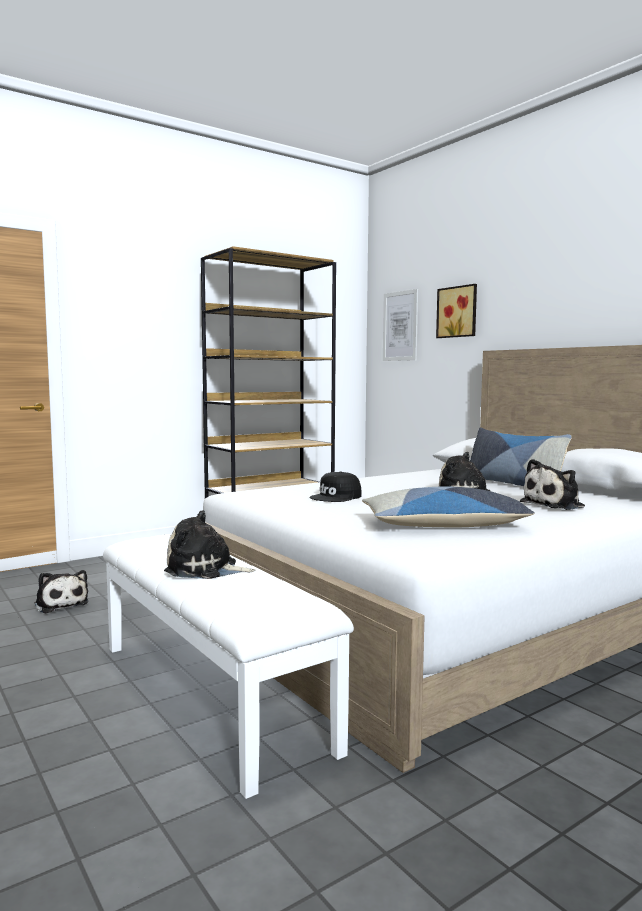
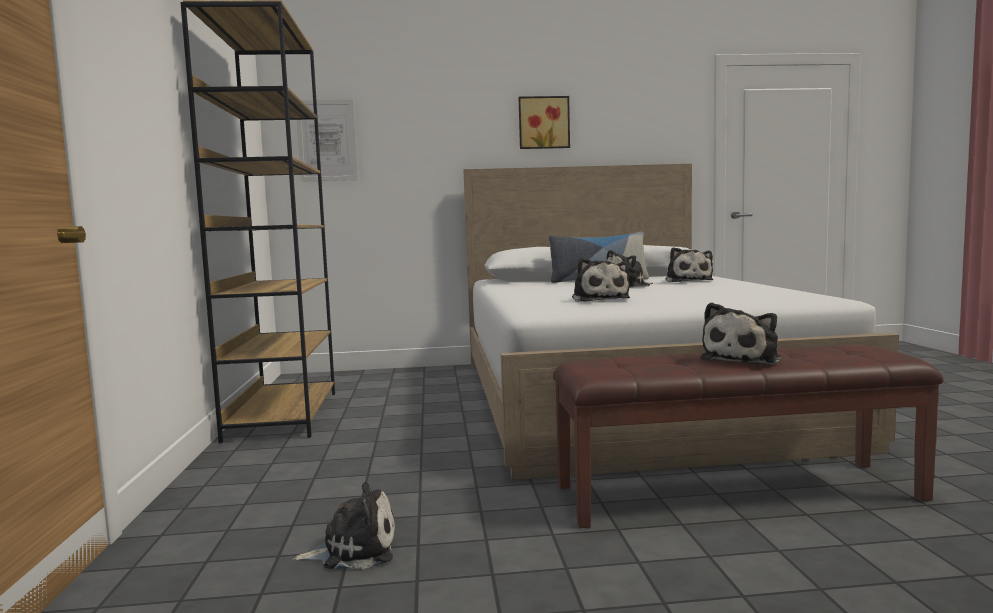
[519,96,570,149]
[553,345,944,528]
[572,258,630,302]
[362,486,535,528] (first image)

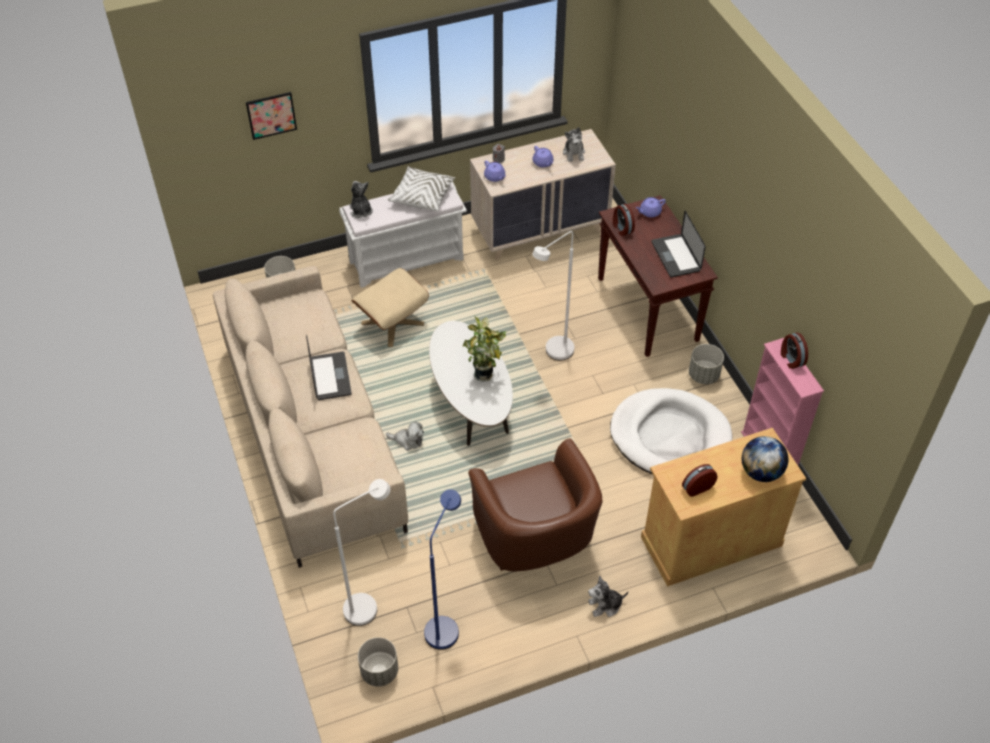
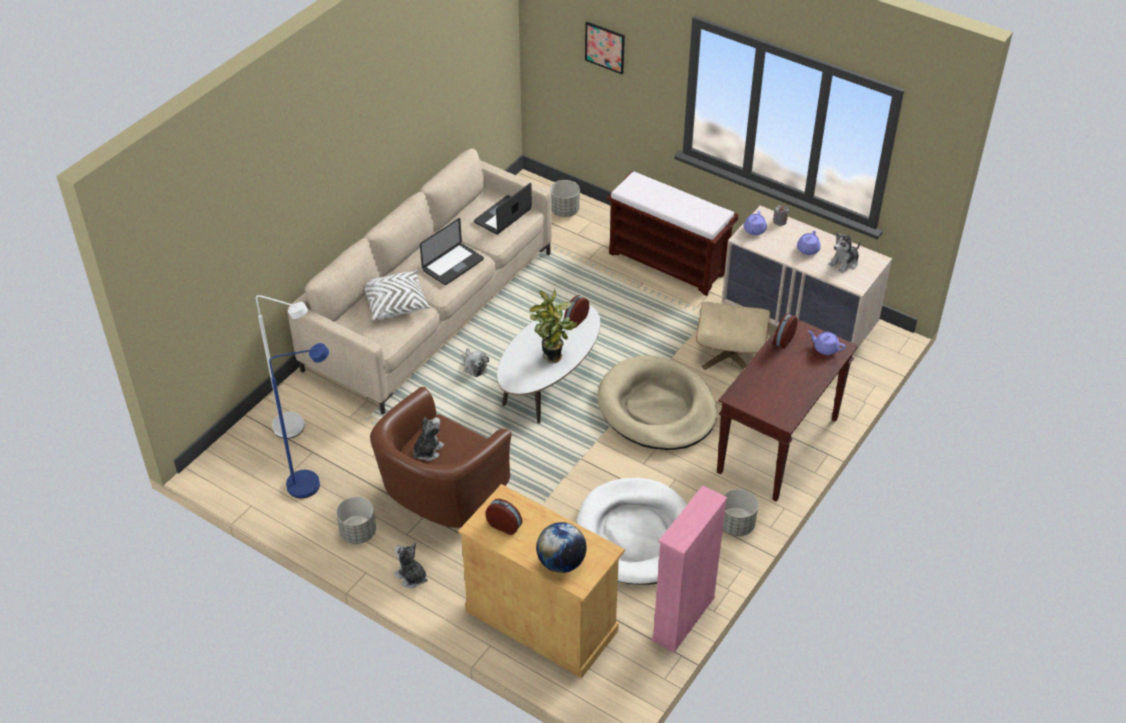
[336,497,376,544]
[365,270,430,320]
[413,417,444,461]
[474,182,532,235]
[564,295,589,328]
[597,355,717,450]
[607,171,738,296]
[696,302,770,370]

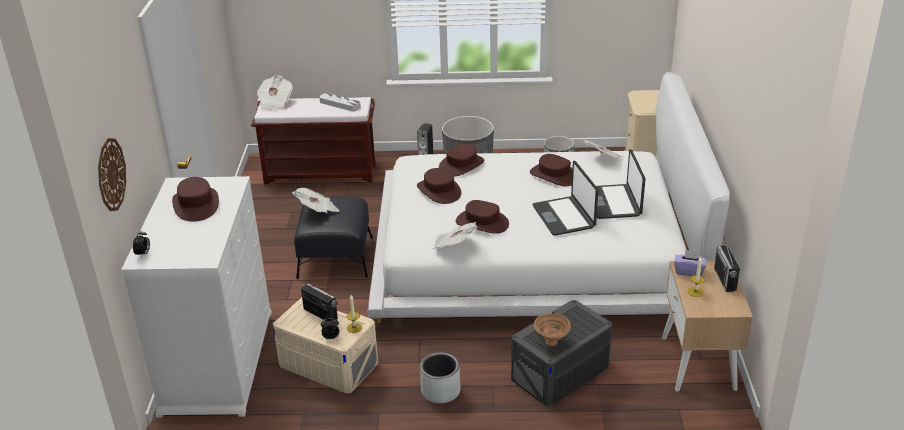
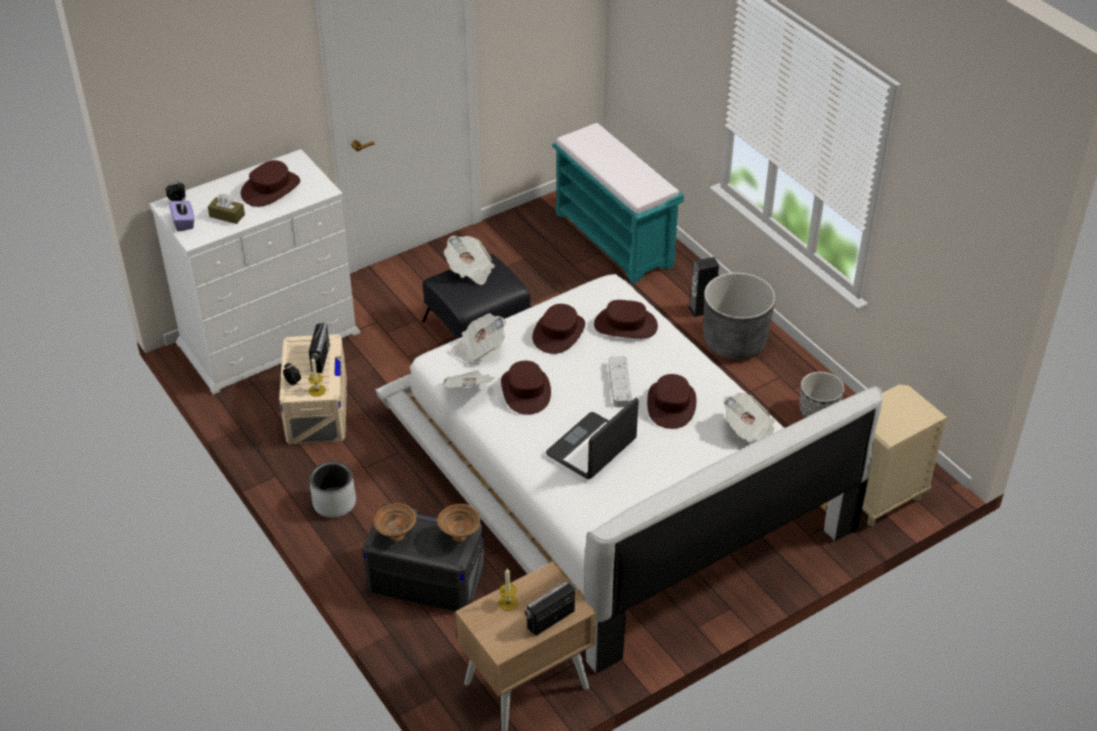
[169,199,195,232]
[208,193,245,224]
[437,504,481,542]
[451,313,506,365]
[552,123,684,285]
[609,356,632,407]
[98,138,126,211] (first image)
[596,149,646,219] (first image)

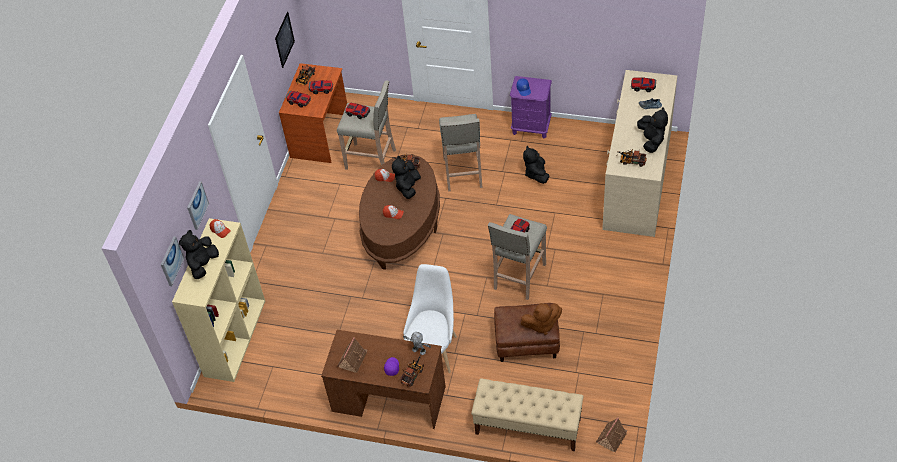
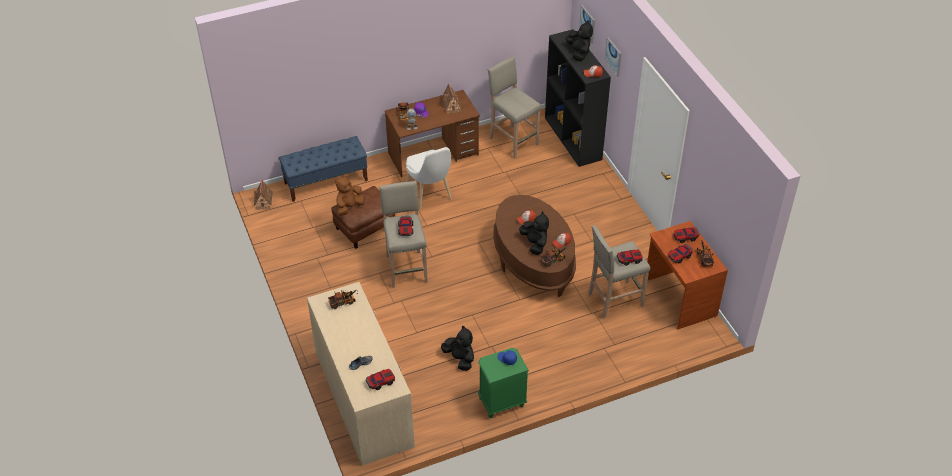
[279,136,368,202]
[478,348,529,418]
[488,56,541,159]
[545,29,611,167]
[275,12,295,68] (first image)
[637,107,668,153] (first image)

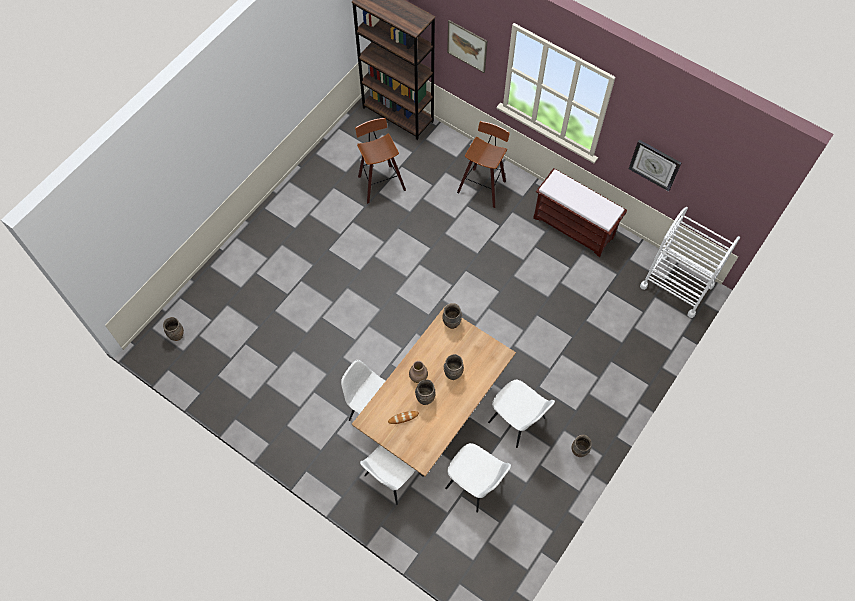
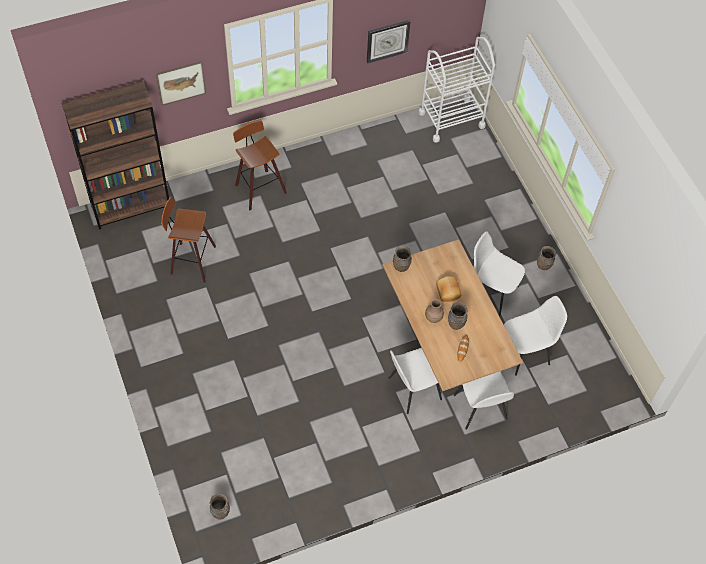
[436,276,462,302]
[474,231,525,316]
[533,168,627,257] (first image)

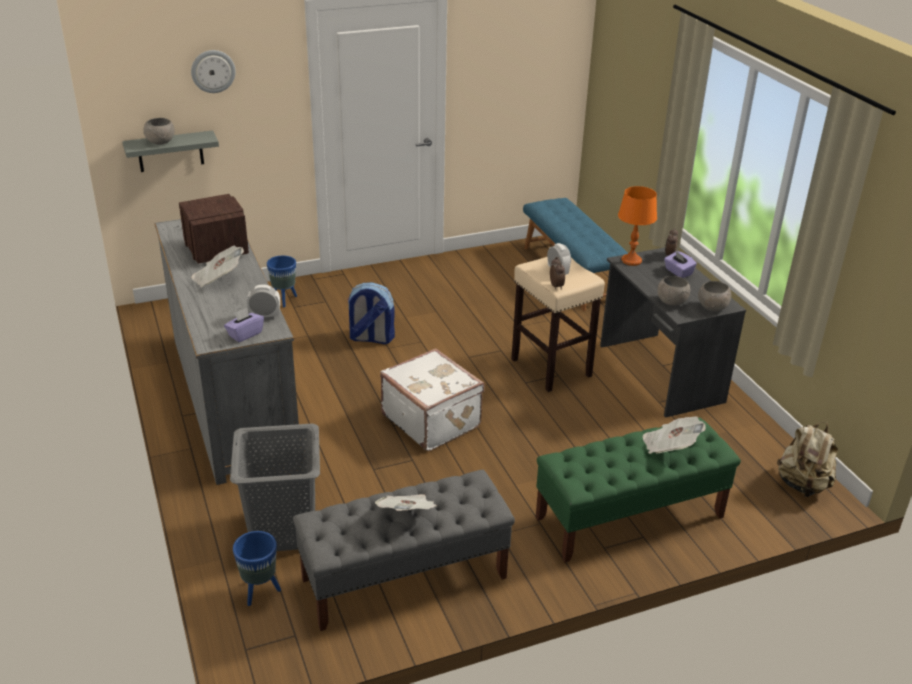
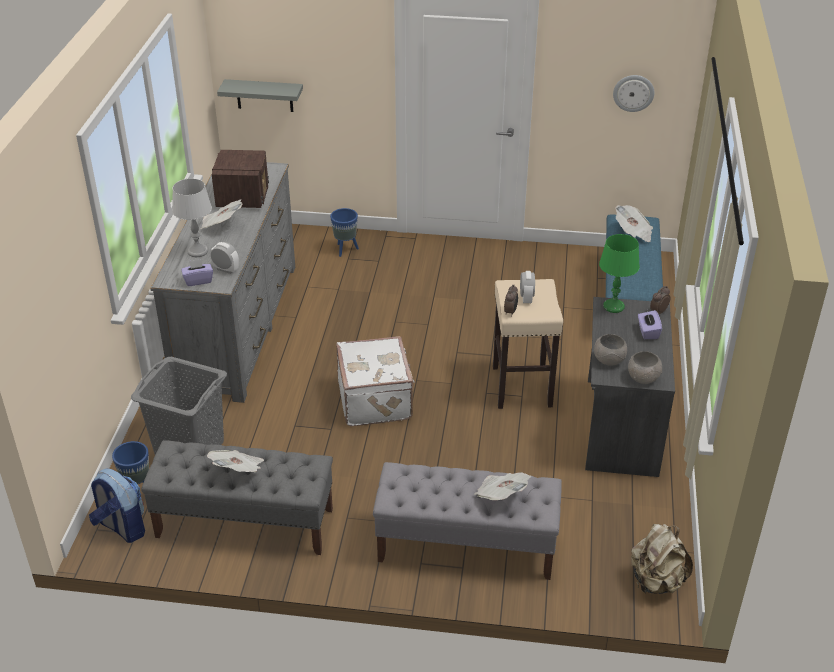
[89,468,145,543]
[172,179,212,257]
[373,462,562,580]
[599,234,640,313]
[613,75,654,112]
[616,205,653,242]
[144,118,175,145] (first image)

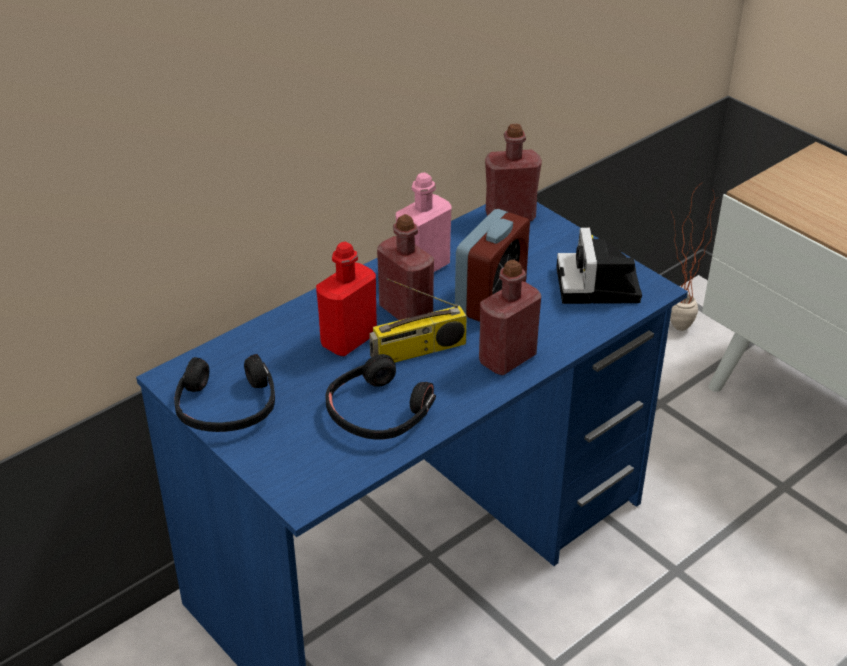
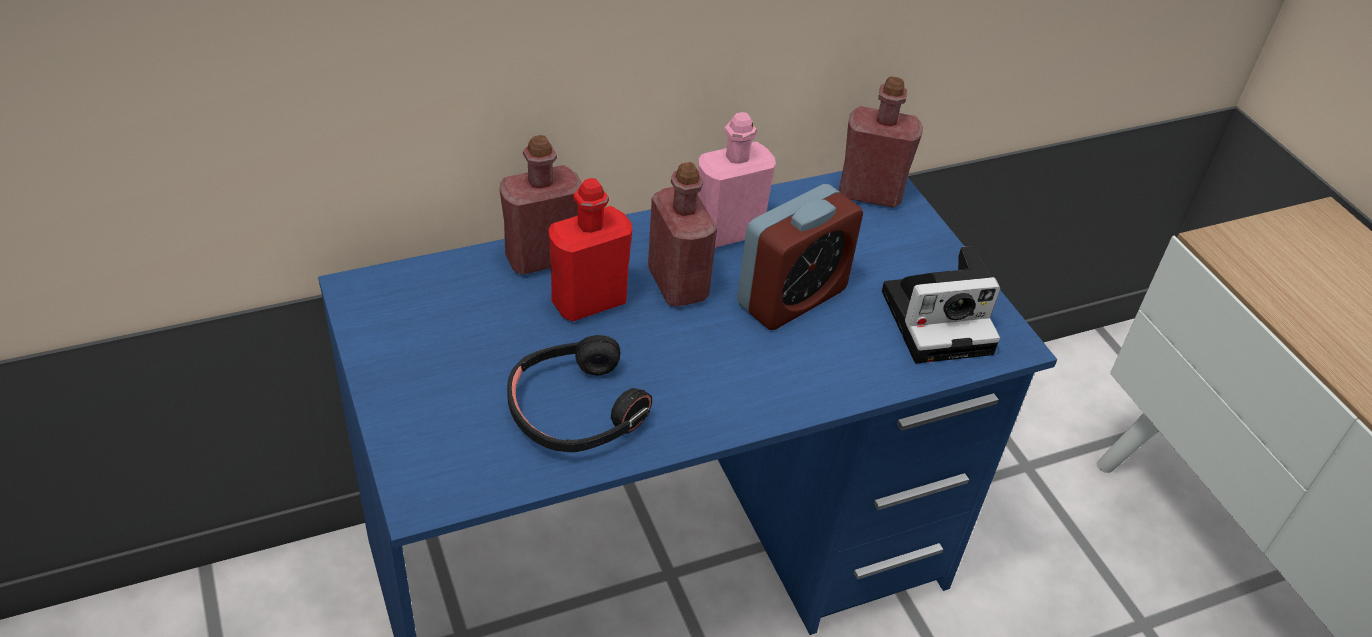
[500,135,581,275]
[882,246,1000,364]
[174,354,275,432] (first image)
[369,278,467,363] (first image)
[670,182,717,331] (first image)

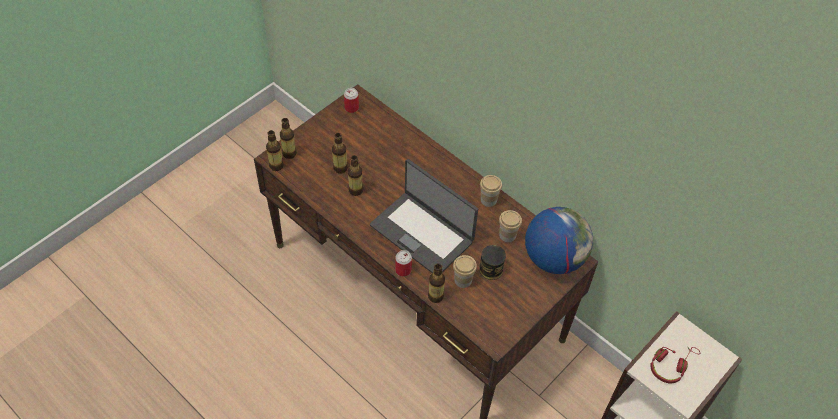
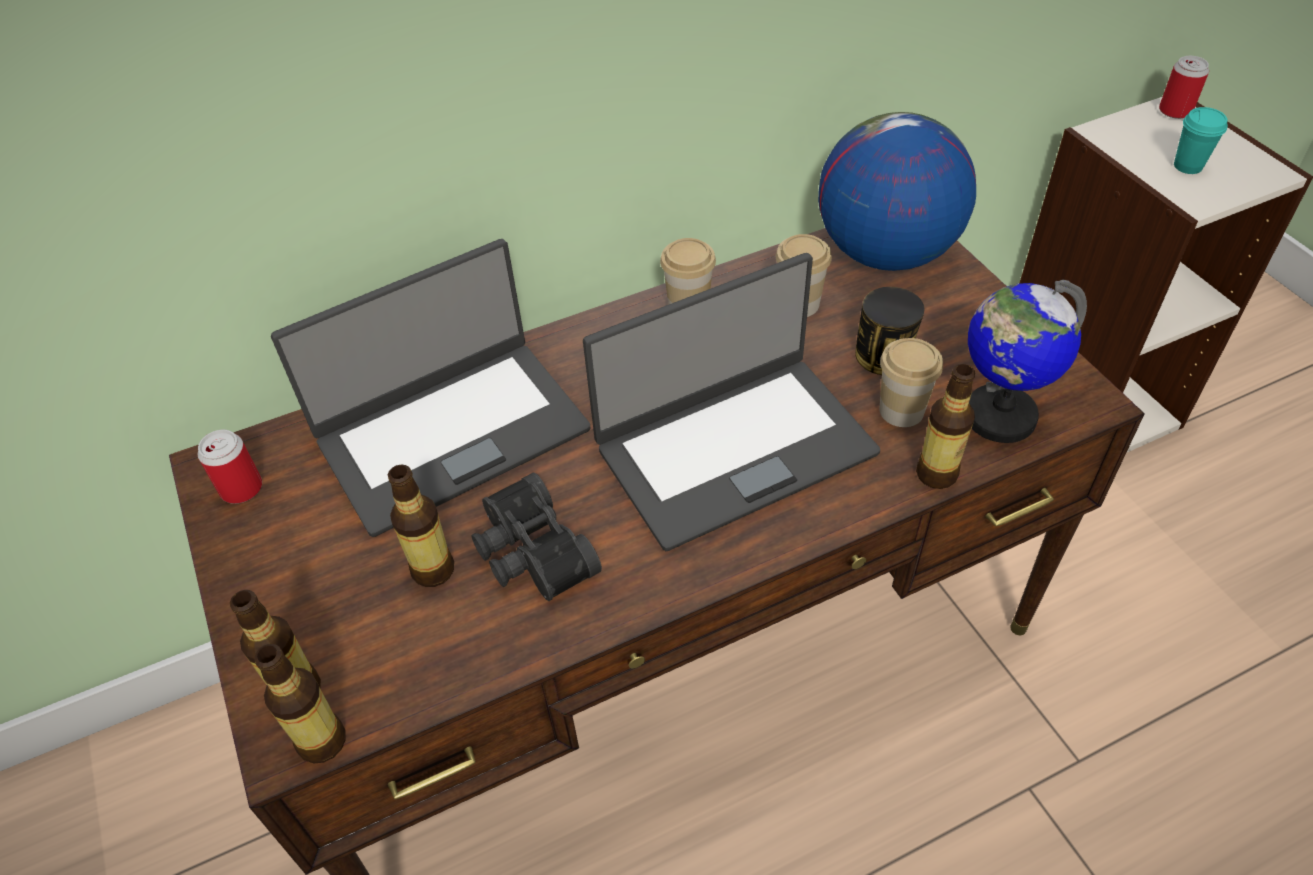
[271,239,590,537]
[471,472,602,601]
[968,280,1087,443]
[1159,56,1209,119]
[1174,107,1228,174]

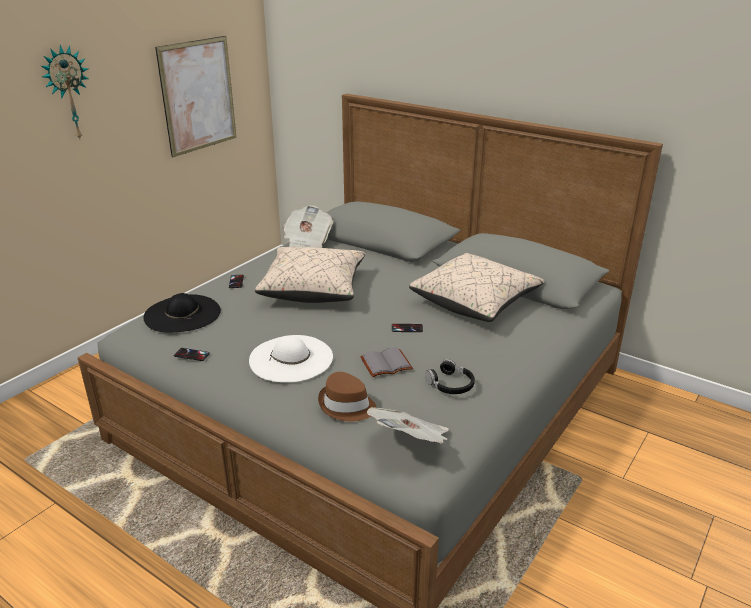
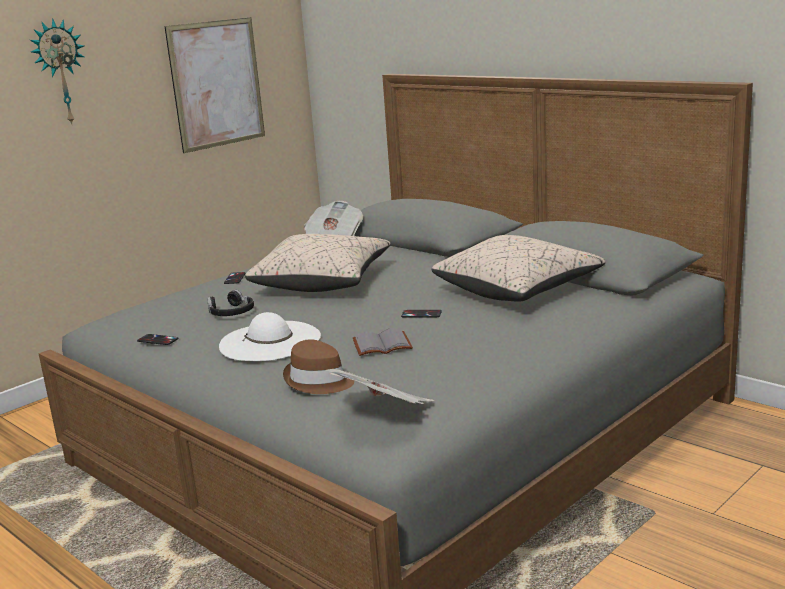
[207,290,254,316]
[144,293,221,332] (first image)

